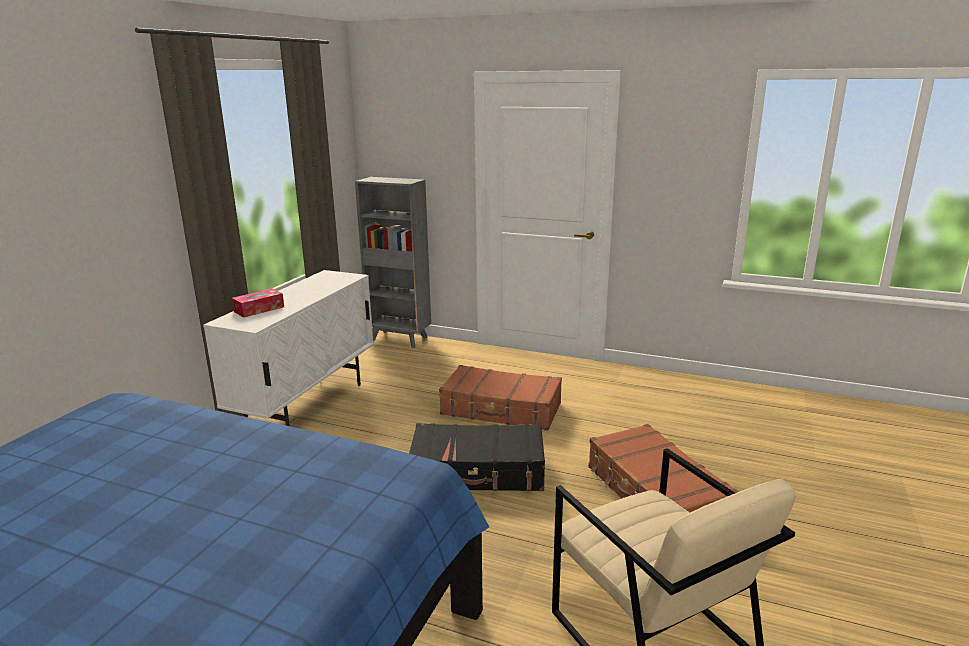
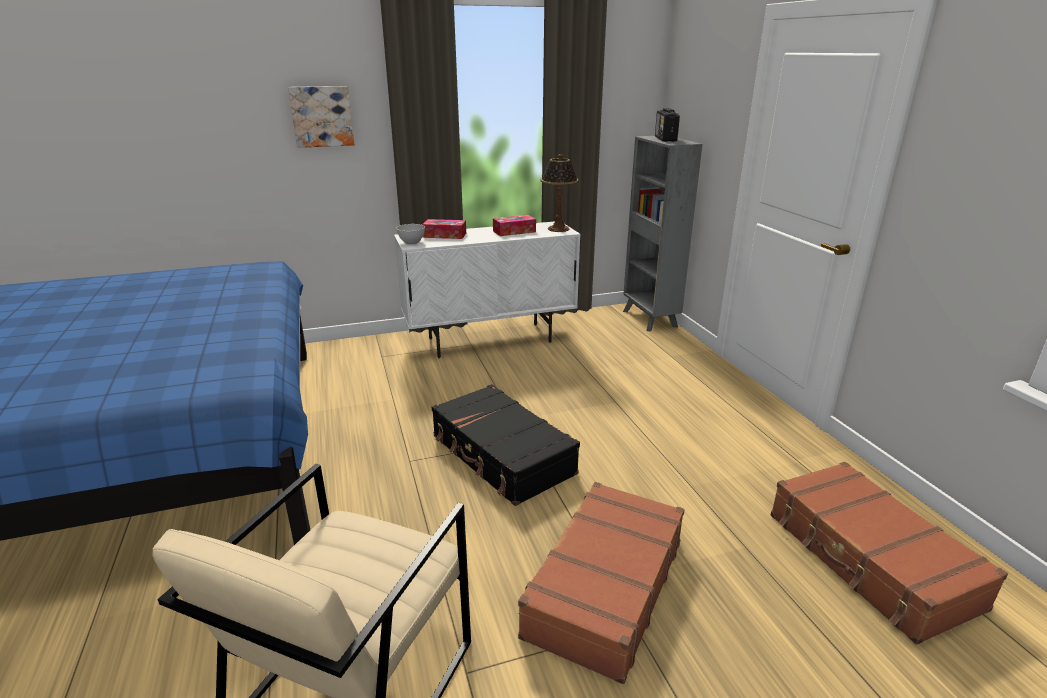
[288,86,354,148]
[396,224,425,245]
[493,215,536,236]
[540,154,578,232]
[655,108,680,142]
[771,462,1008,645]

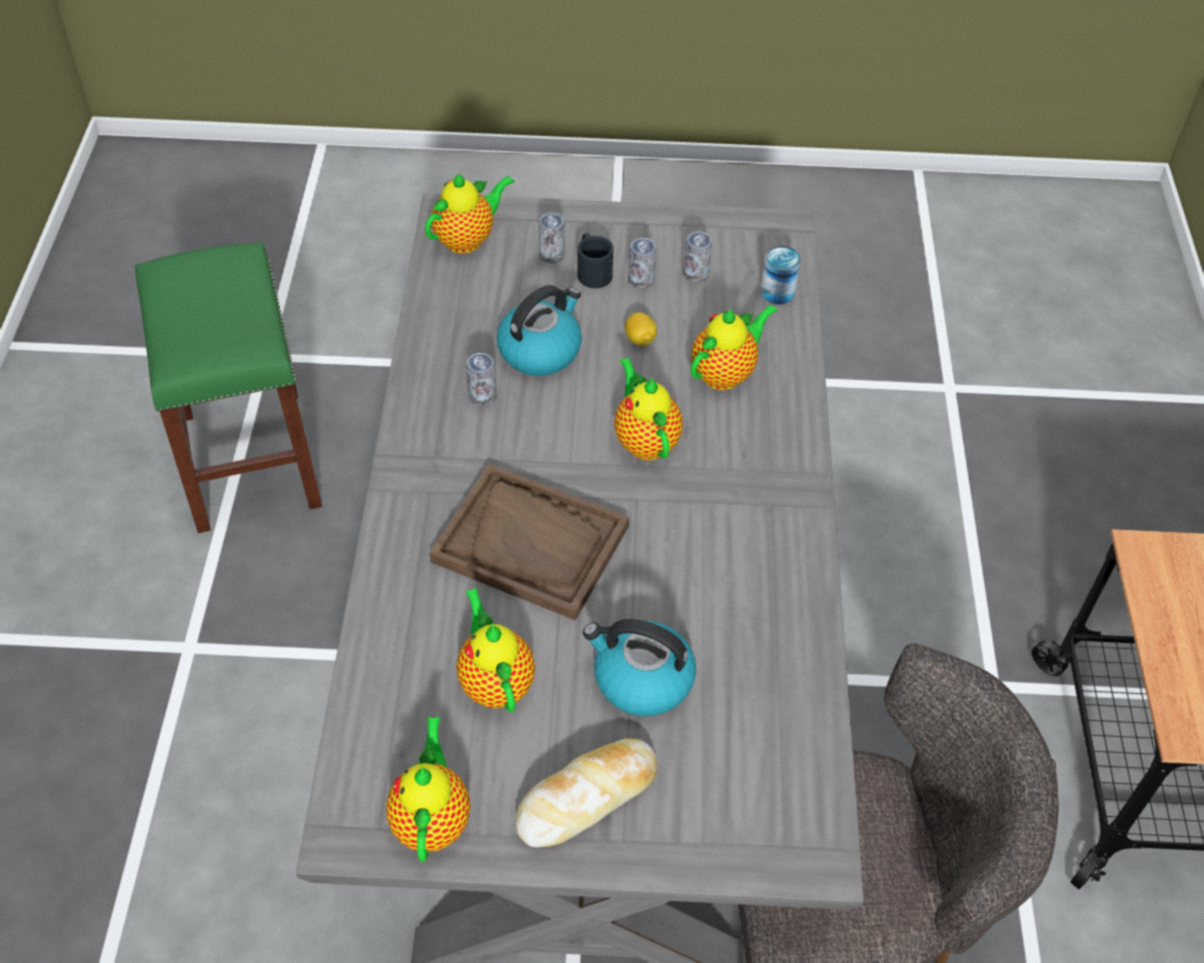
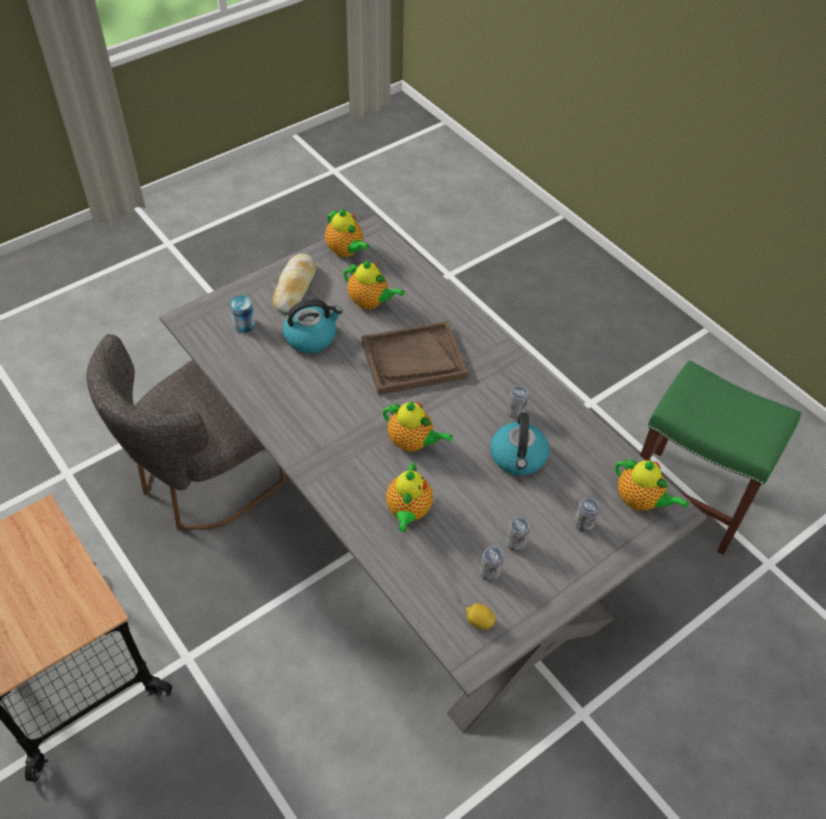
[229,295,256,333]
[466,604,496,630]
[615,459,689,511]
[577,233,614,288] (first image)

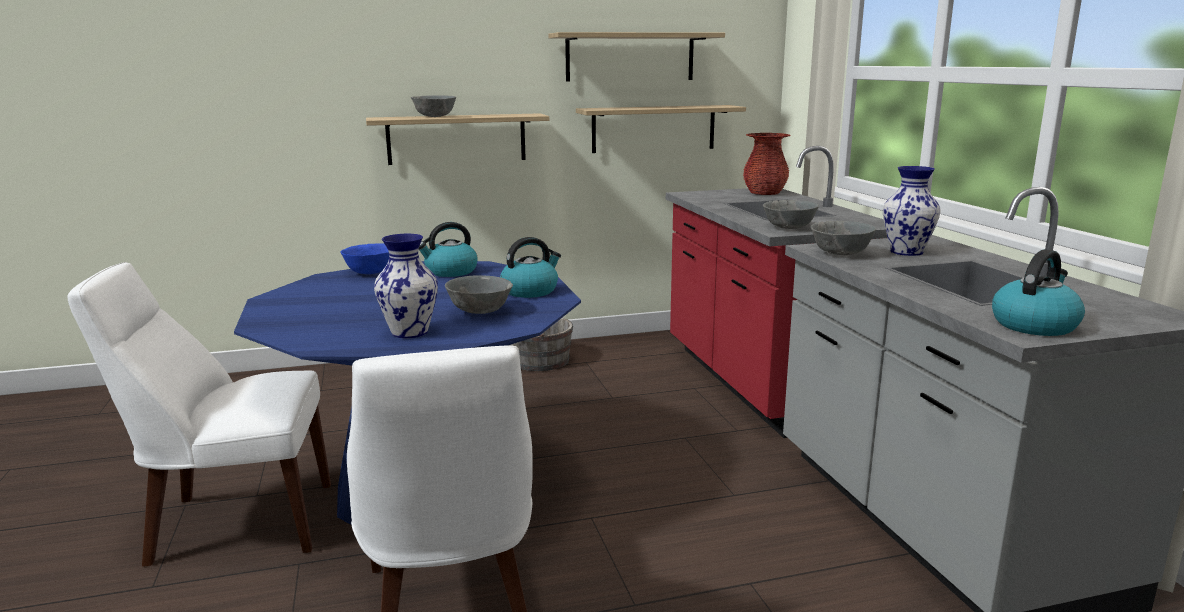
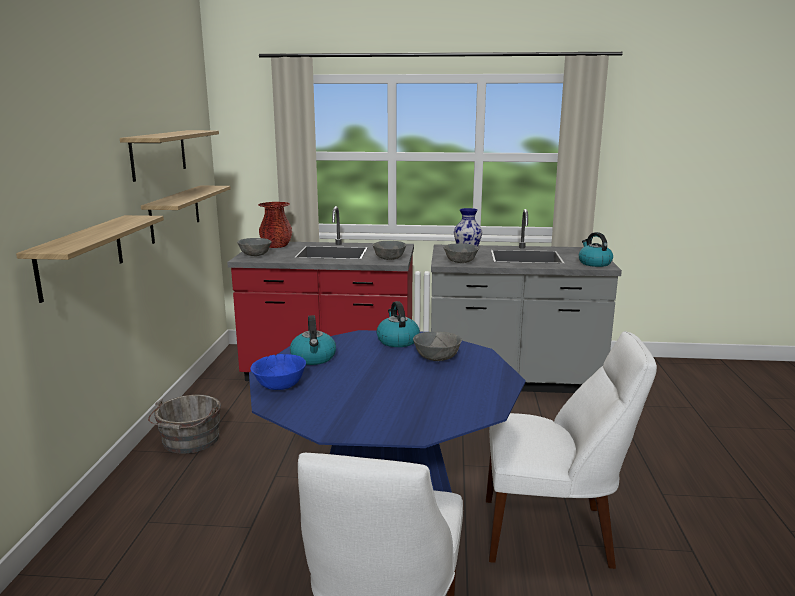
[237,238,272,256]
[374,234,438,338] (first image)

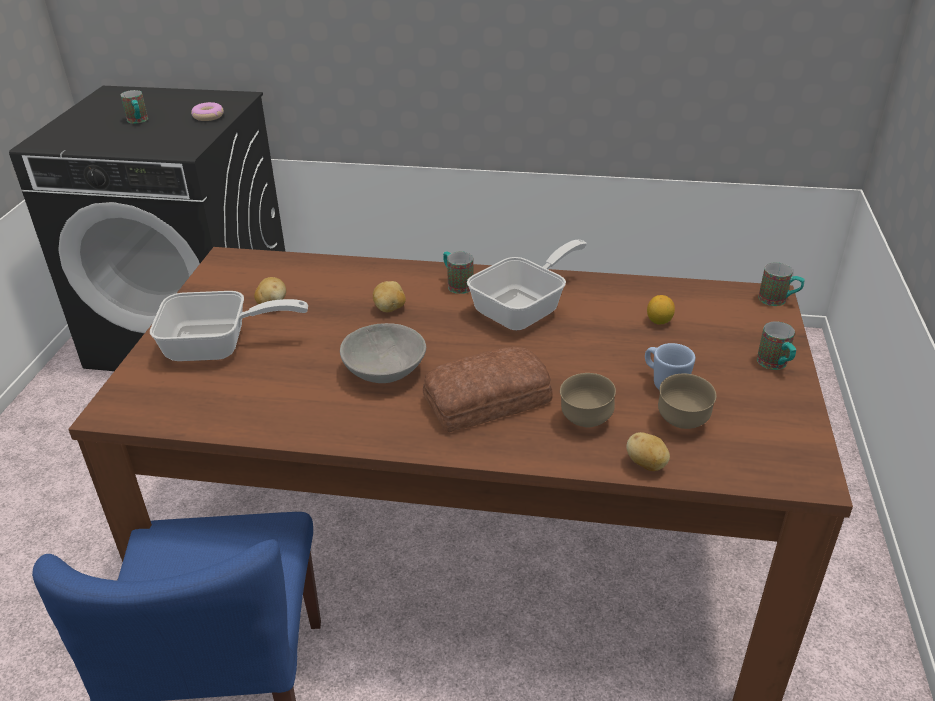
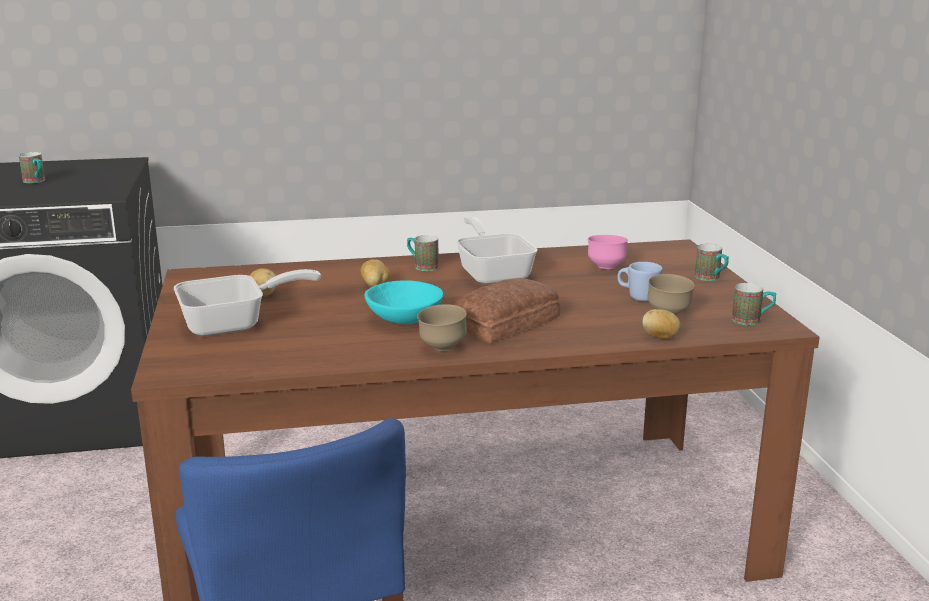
[365,280,443,324]
[417,304,467,351]
[456,216,538,284]
[588,235,628,269]
[732,283,776,325]
[191,102,224,121] (first image)

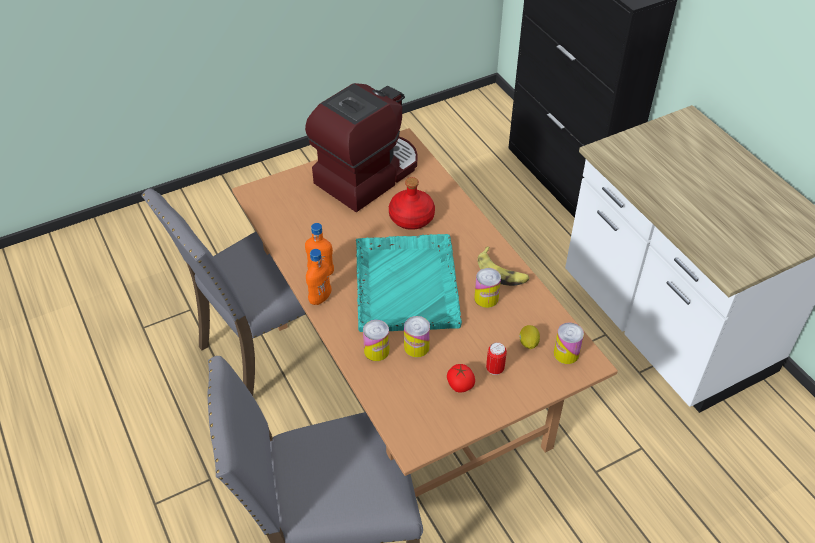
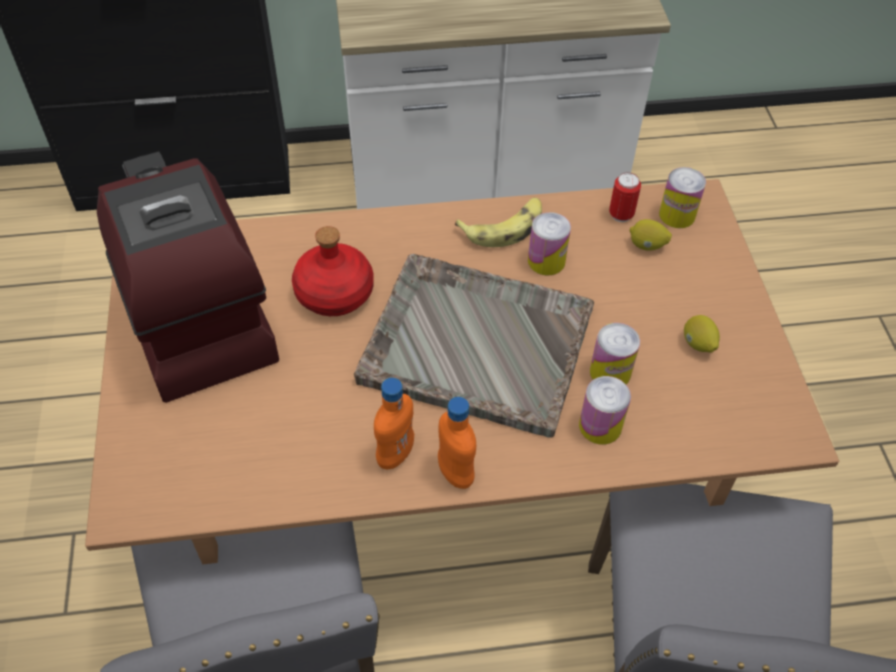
[354,254,594,438]
[609,173,641,222]
[684,315,720,353]

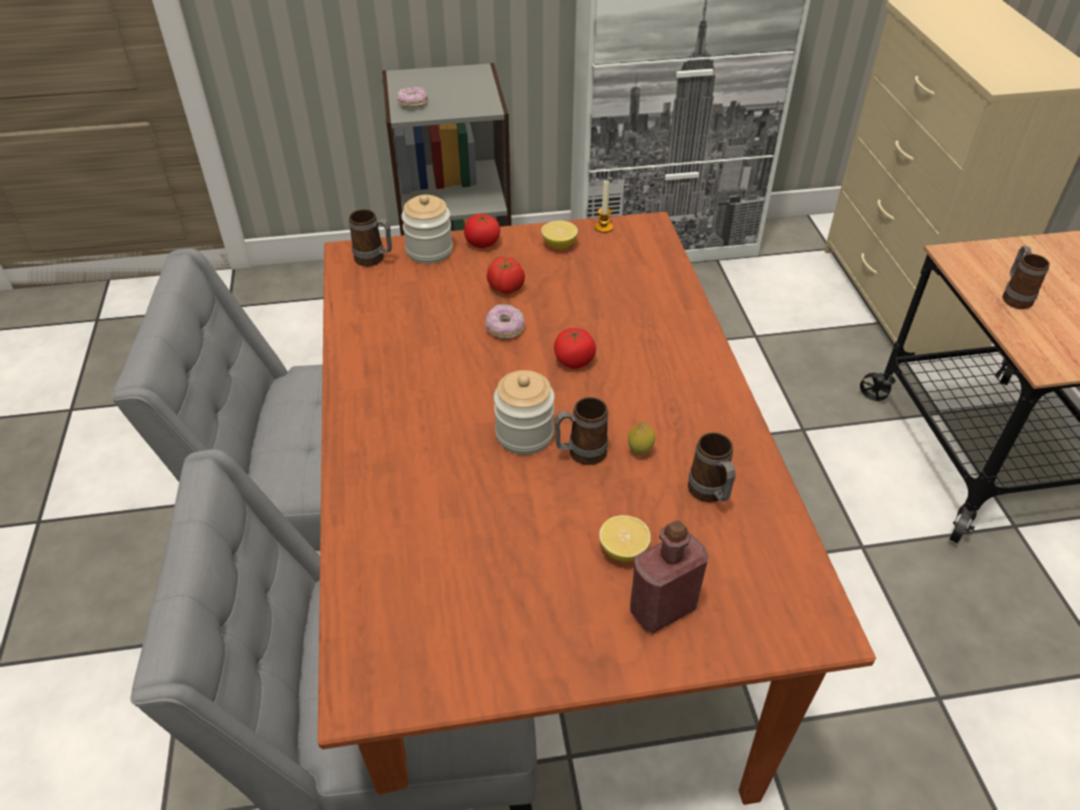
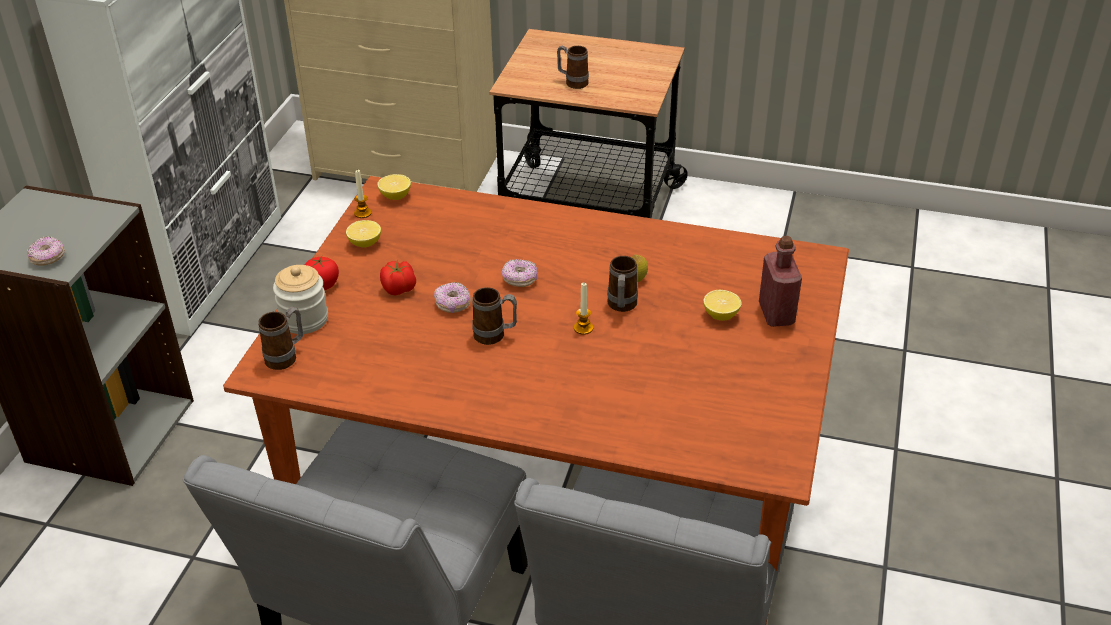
[377,174,411,200]
[472,287,517,345]
[502,259,537,287]
[574,283,593,335]

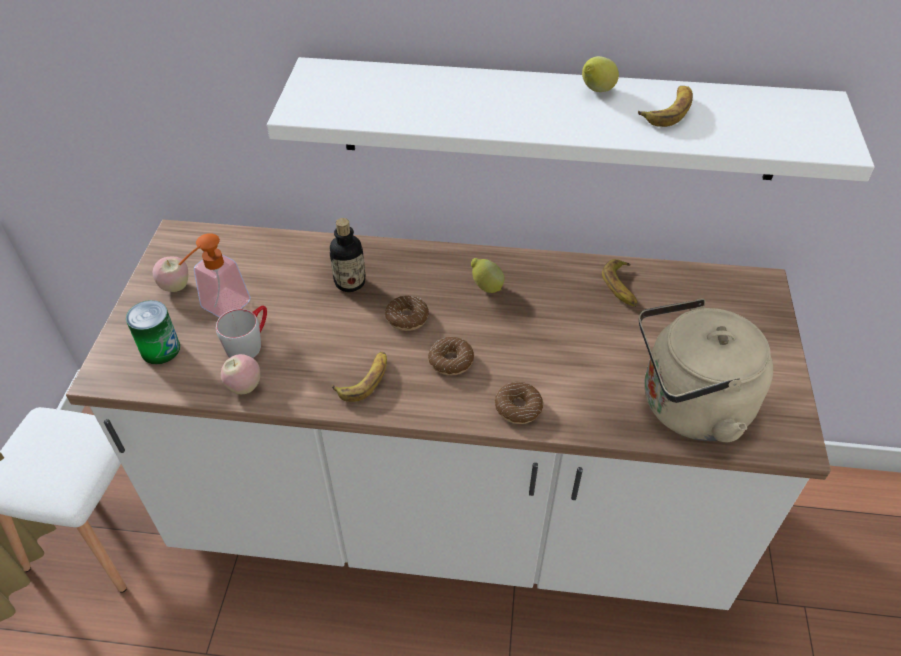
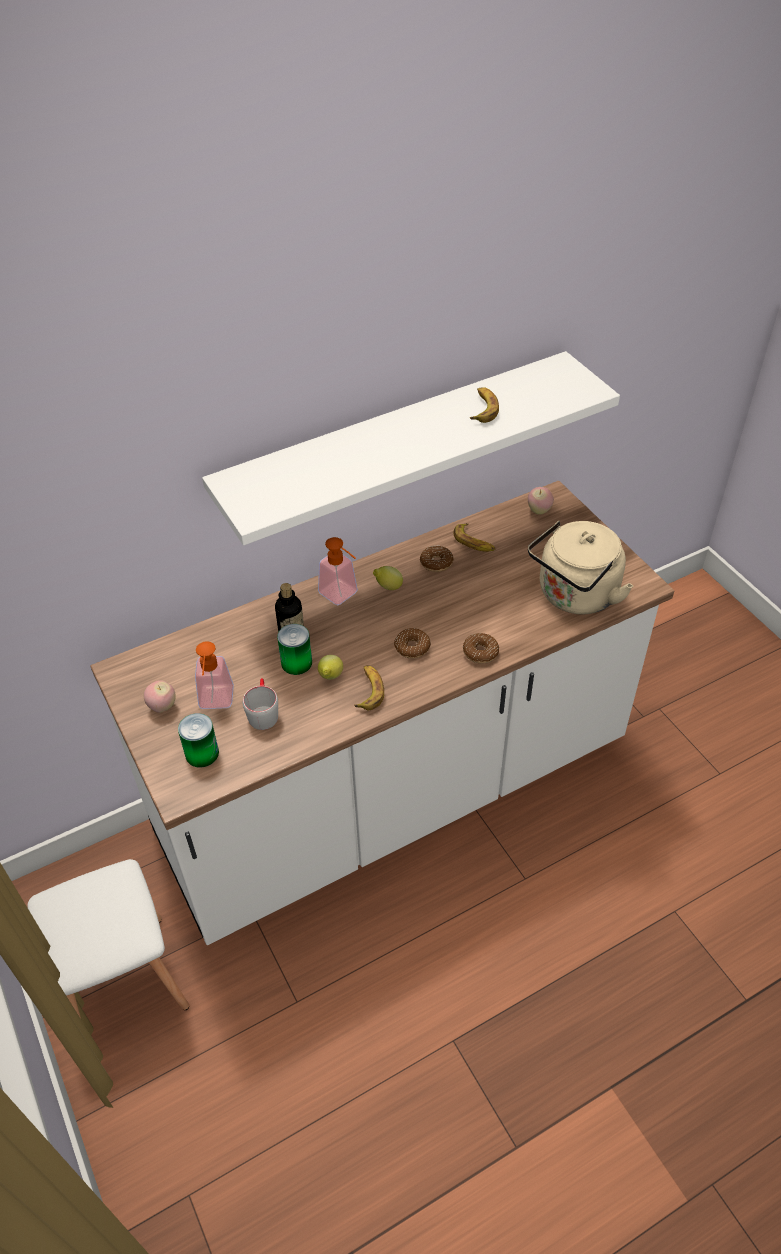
[277,624,312,675]
[318,537,358,605]
[318,655,343,680]
[420,545,454,572]
[528,487,554,515]

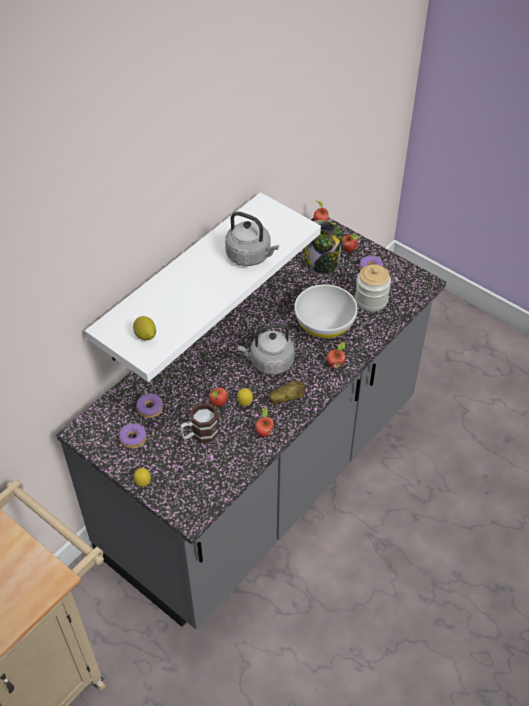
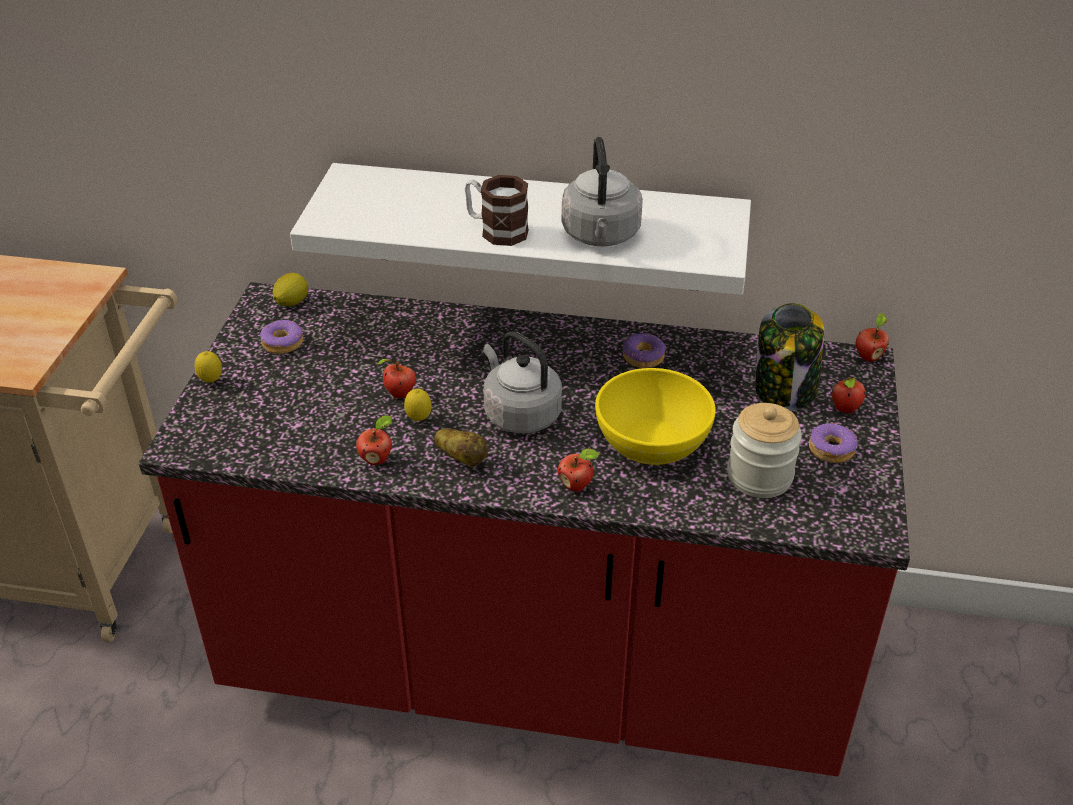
[139,282,910,776]
[273,273,308,306]
[465,175,529,246]
[595,368,716,465]
[623,333,666,368]

